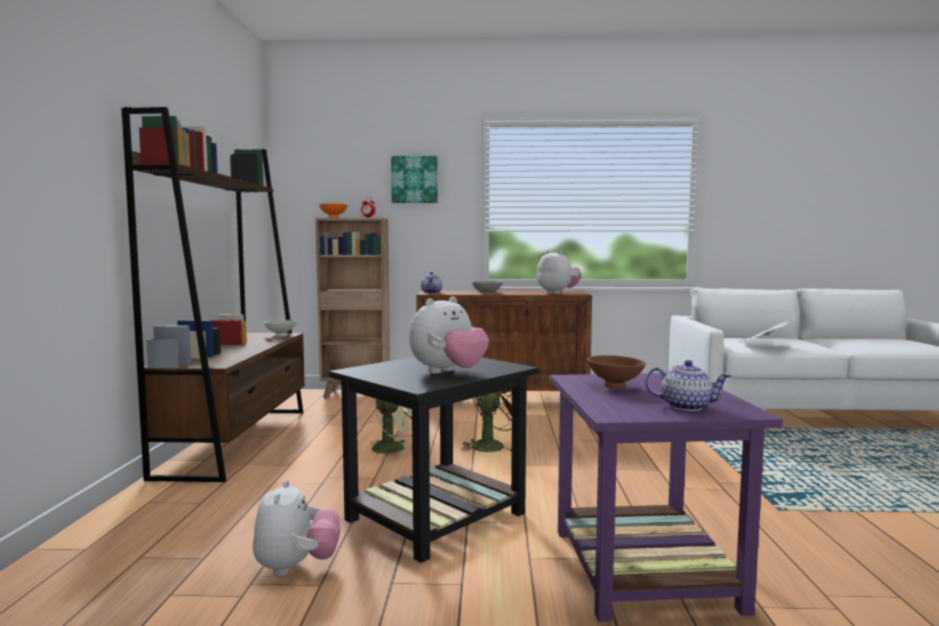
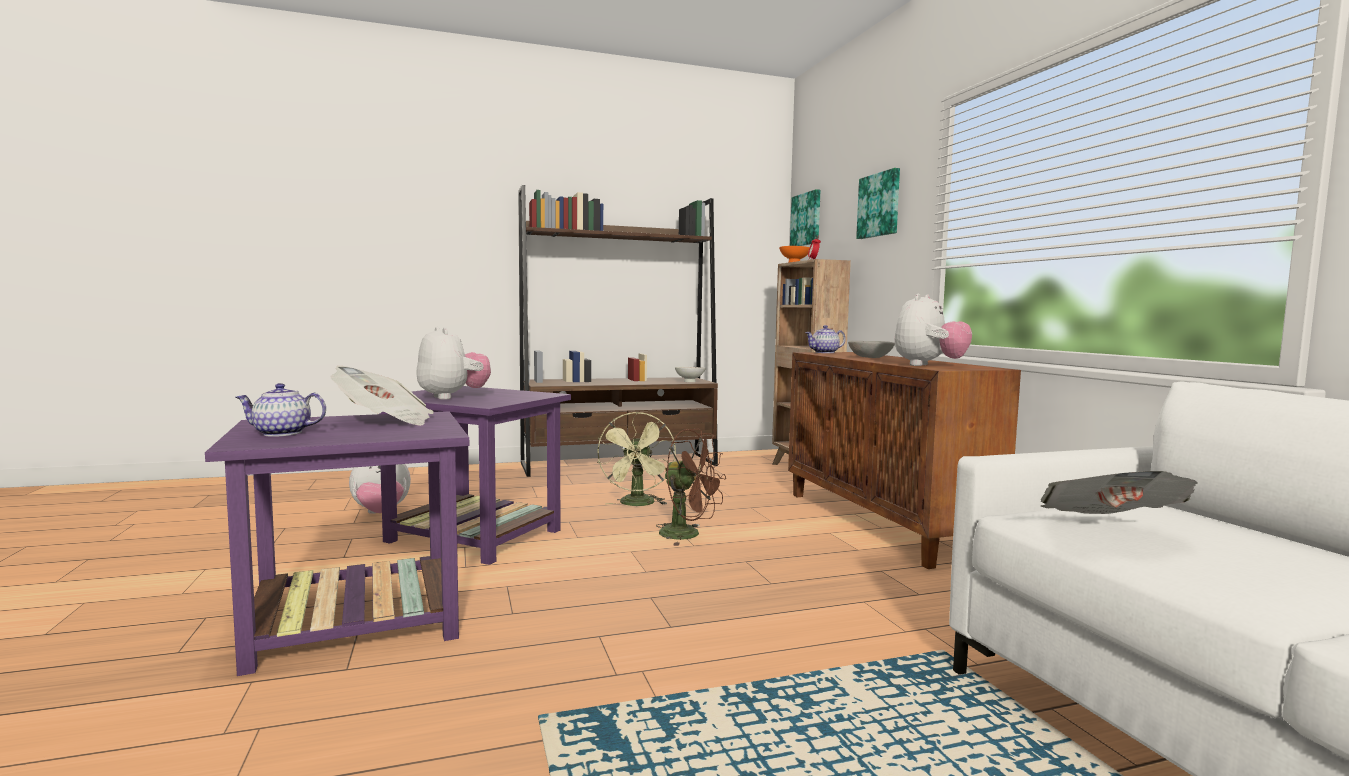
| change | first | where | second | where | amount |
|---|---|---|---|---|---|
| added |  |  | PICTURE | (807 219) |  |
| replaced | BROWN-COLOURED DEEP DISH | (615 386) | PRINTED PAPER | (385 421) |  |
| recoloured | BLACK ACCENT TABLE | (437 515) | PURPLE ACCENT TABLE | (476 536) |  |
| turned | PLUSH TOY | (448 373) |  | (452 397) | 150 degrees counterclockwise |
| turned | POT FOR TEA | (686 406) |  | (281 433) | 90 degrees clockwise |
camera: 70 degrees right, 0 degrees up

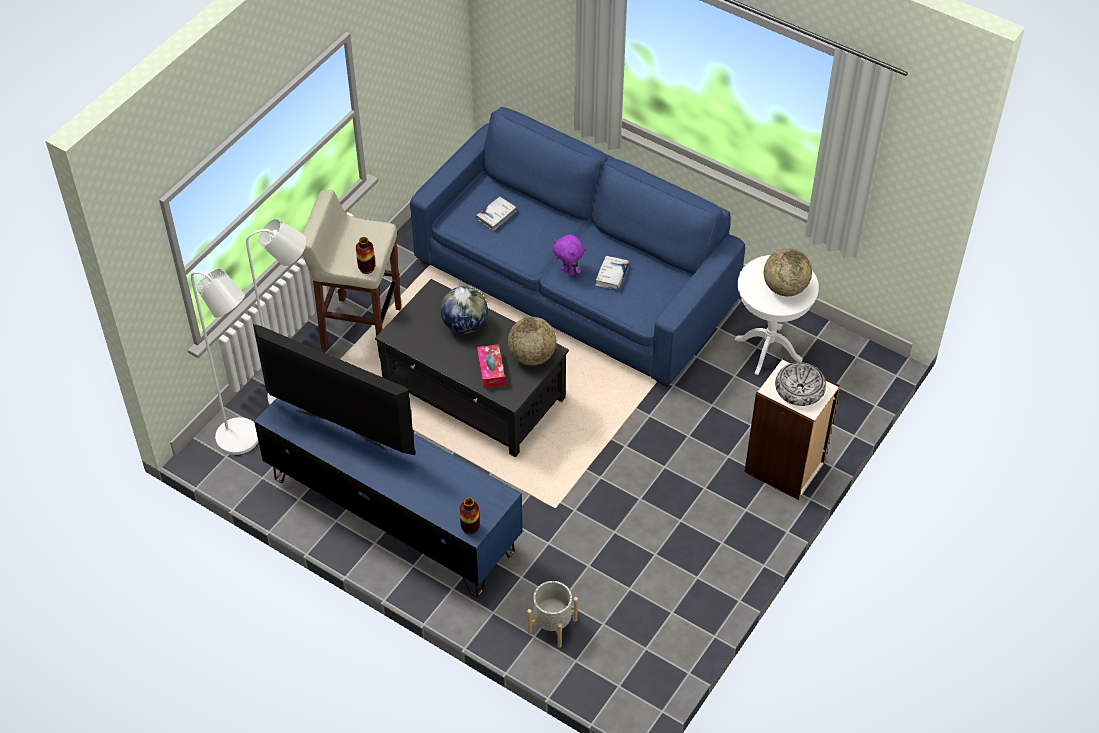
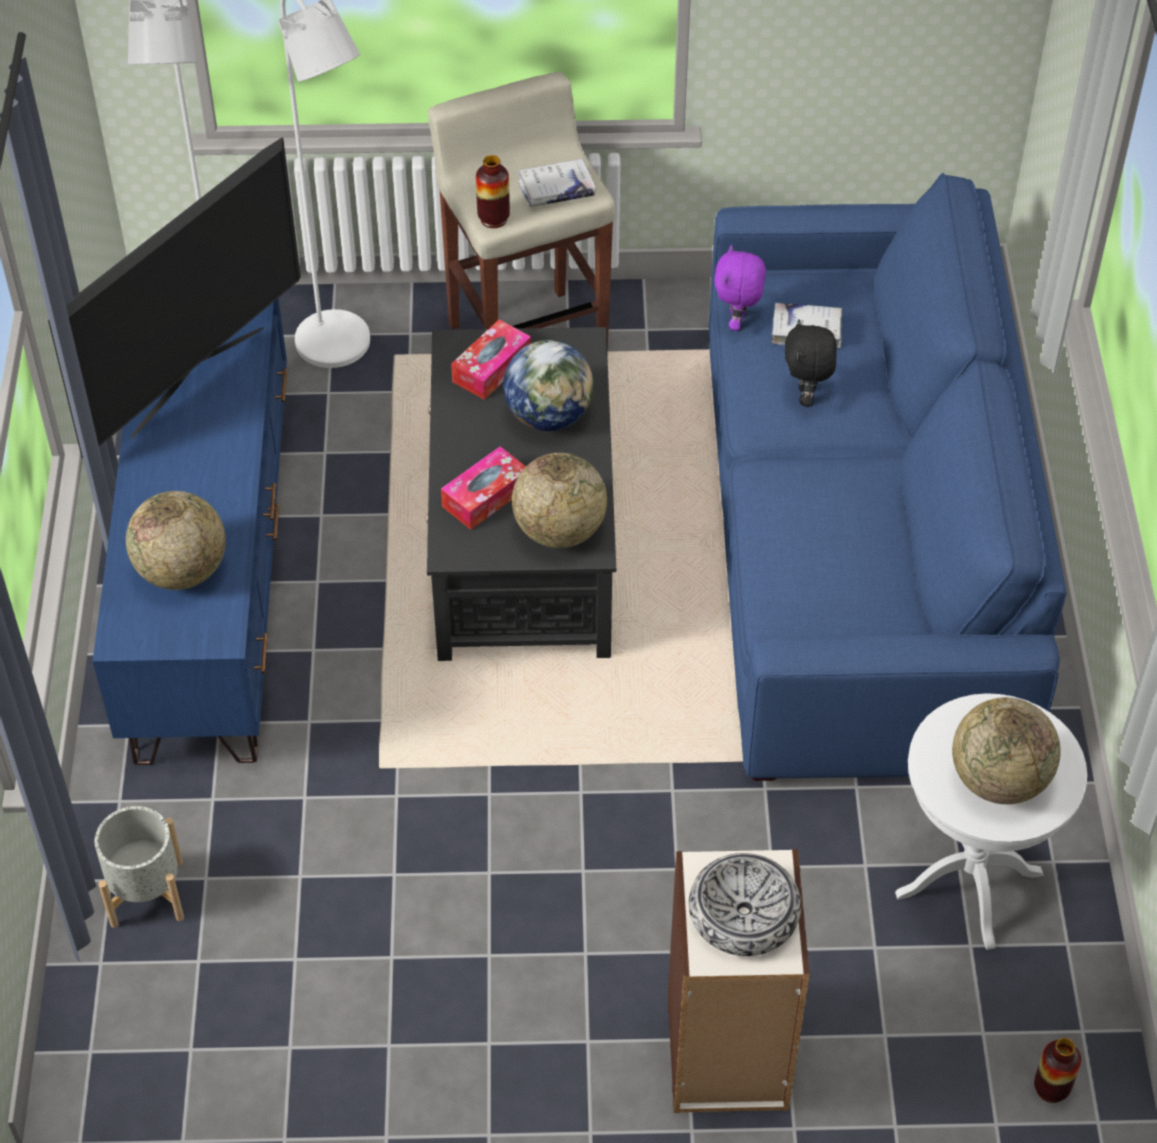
| change | first | where | second | where | amount |
|---|---|---|---|---|---|
| added |  |  | GLOBE | (182 571) |  |
| added |  |  | BOX OF TISSUES | (491 368) |  |
| added |  |  | BLACK PLUSH TOY | (806 397) |  |
| moved | FLOWER VASE | (470 527) |  | (1051 1088) |  |
| moved | PURPLE PLUSH TOY | (568 271) |  | (737 322) |  |
| moved | WHITE-COLOURED BOUND BOOK | (611 276) |  | (556 190) |  |
| turned | TELEVISION | (340 431) |  | (196 380) | 45 degrees clockwise |
camera: 55 degrees right, 0 degrees up

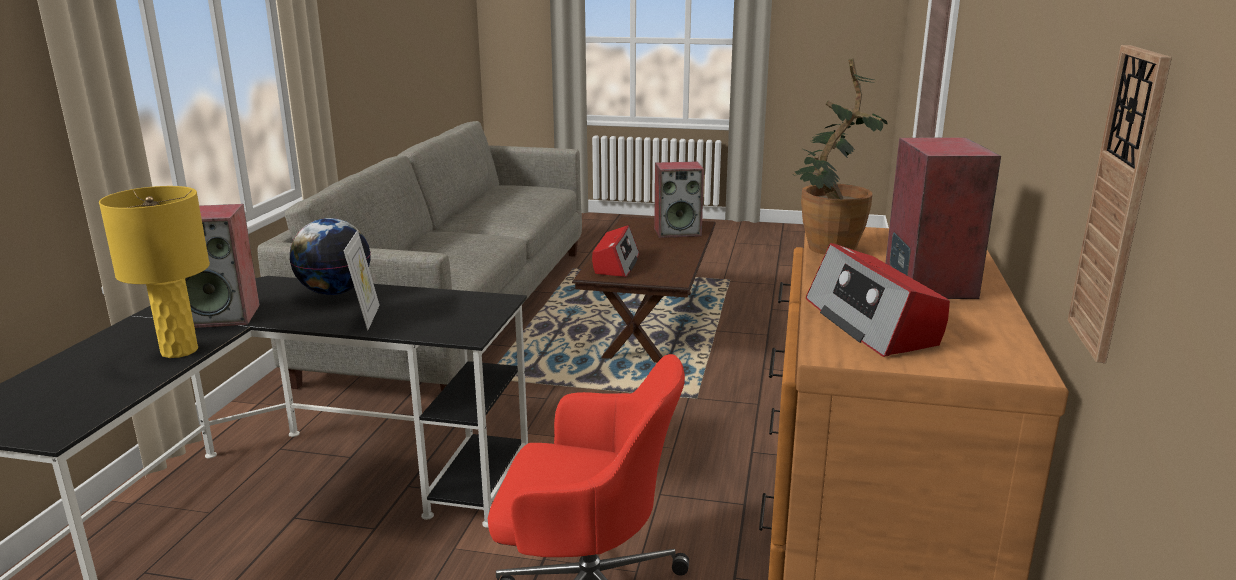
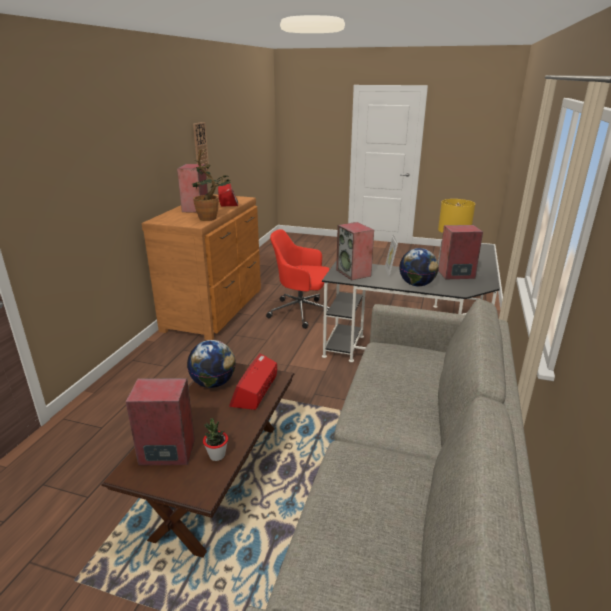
| change | first | where | second | where | amount |
|---|---|---|---|---|---|
| added |  |  | GLOBE | (213 383) |  |
| added |  |  | PLANT IN A POT | (217 455) |  |
| added |  |  | SPEAKER | (354 273) |  |
camera: 175 degrees left, 5 degrees up

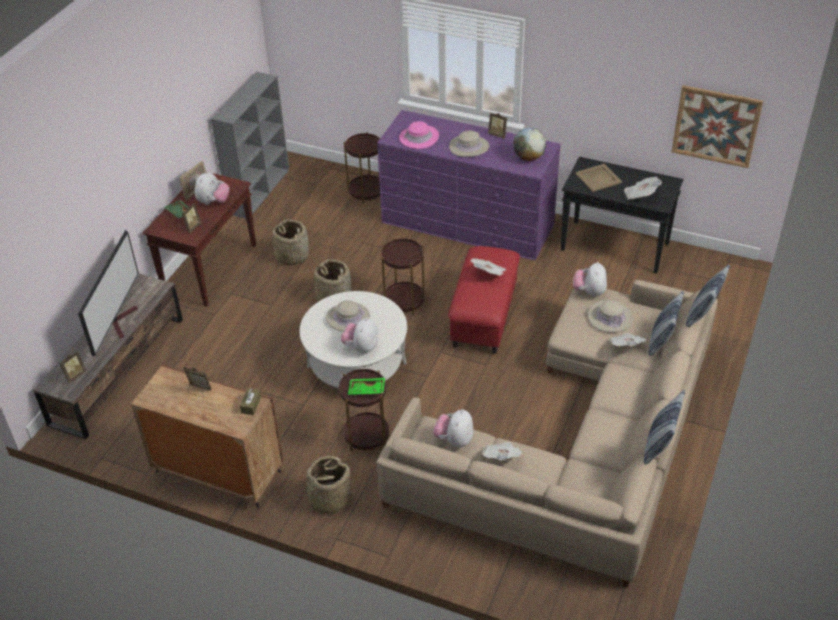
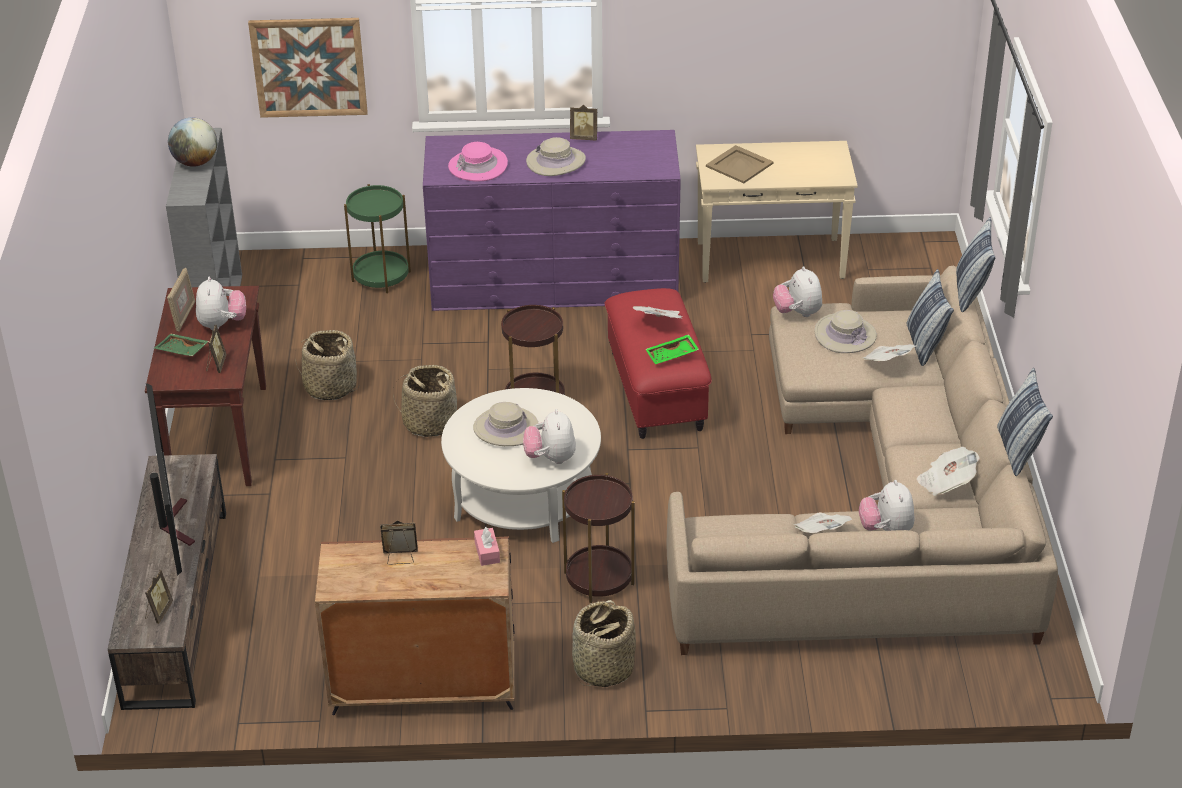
| change | first | where | second | where | amount |
|---|---|---|---|---|---|
| moved | GREEN CARRYING TRAY | (366 390) |  | (672 355) |  |
| moved | PLUSH TOY | (454 440) |  | (886 530) |  |
| moved | GLOBE | (528 157) |  | (195 162) |  |
| moved | PRINTED PAPER | (640 195) |  | (946 482) |  |
| moved | PICTURE | (716 126) |  | (309 67) |  |
| recoloured | BROWN-COLOURED BOX OF TISSUES | (251 405) | PINK BOX OF TISSUES | (487 552) |  |
| recoloured | BROWN-COLOURED ACCENT TABLE | (366 192) | GREEN ACCENT TABLE | (381 276) |  |
| recoloured | BLACK HALL TABLE | (615 247) | SAND-COLOURED HALL TABLE | (771 260) |  |
camera: 25 degrees left, 5 degrees down

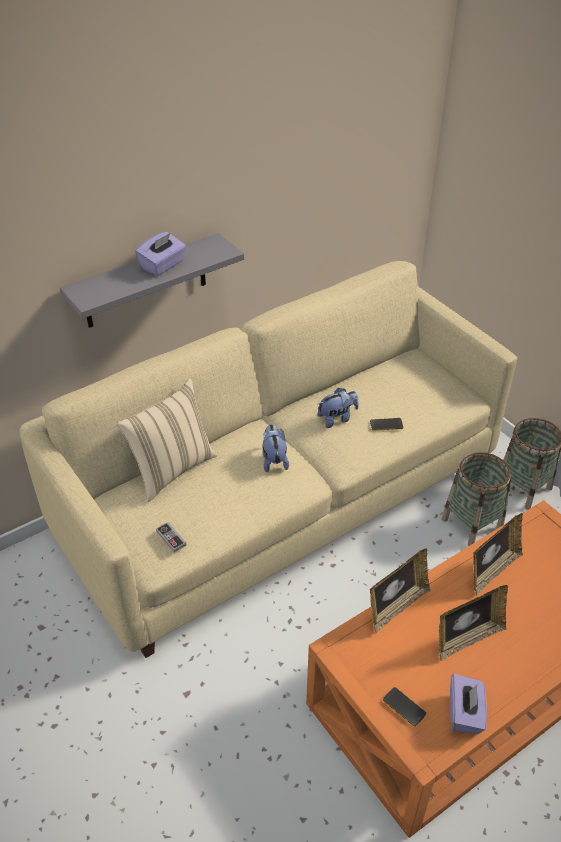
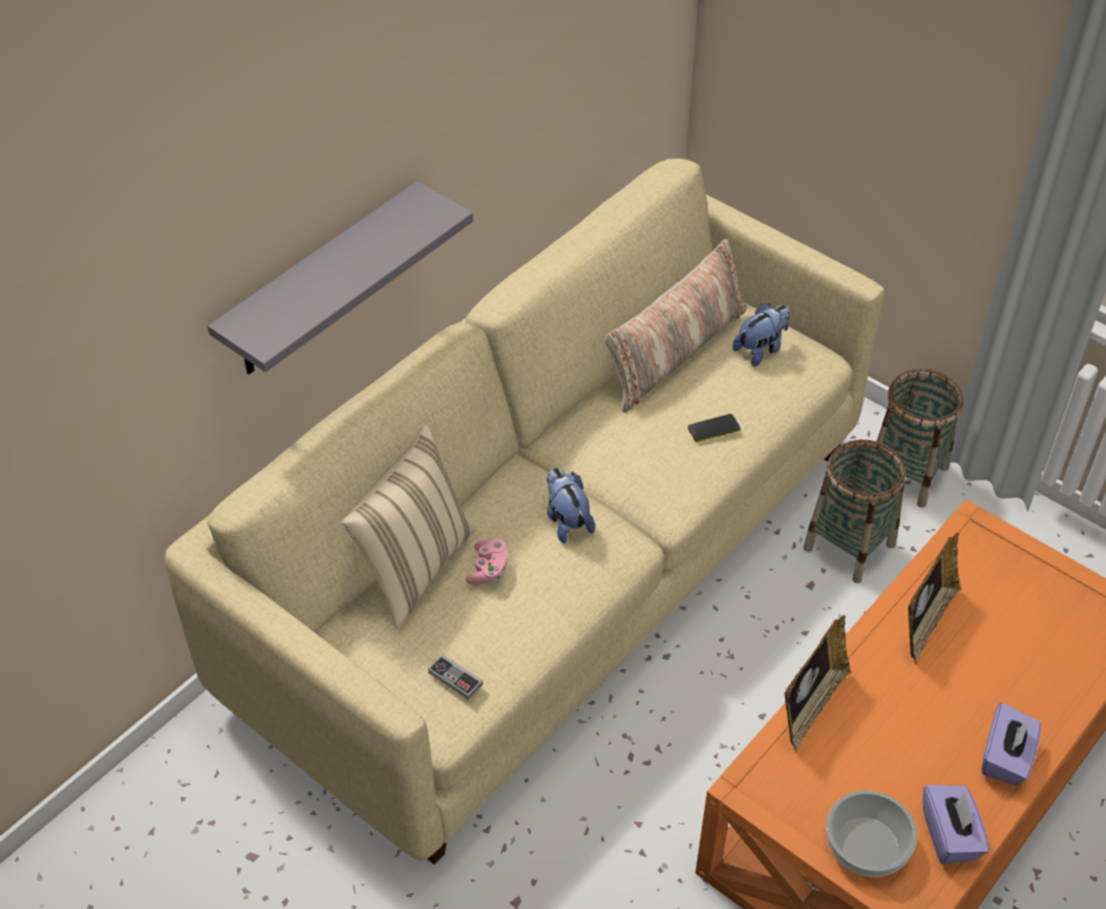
| change | first | where | second | where | amount |
|---|---|---|---|---|---|
| removed | PICTURE FRAME | (467 638) |  |  |  |
| added |  |  | PINK JOYPAD | (488 569) |  |
| added |  |  | CUSHION | (675 352) |  |
| moved | PURPLE BOX OF TISSUES | (163 265) |  | (1006 758) |  |
| moved | PLUSH TOY | (337 418) |  | (761 349) |  |
| replaced | TELEPHONE | (404 707) | DEEP DISH | (867 847) |  |
camera: 15 degrees left, 5 degrees up

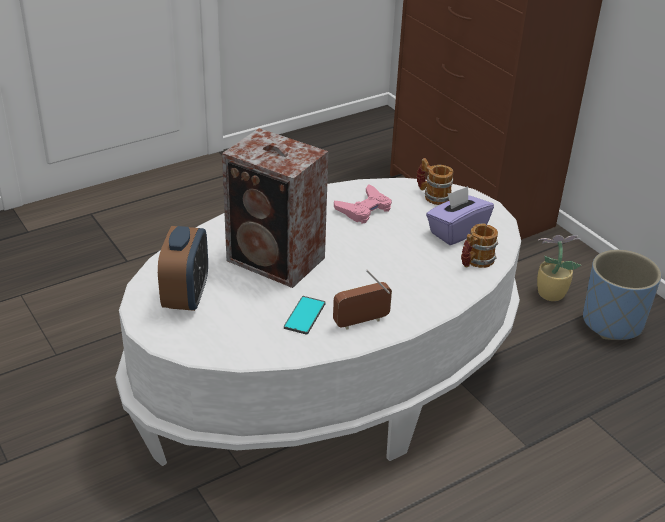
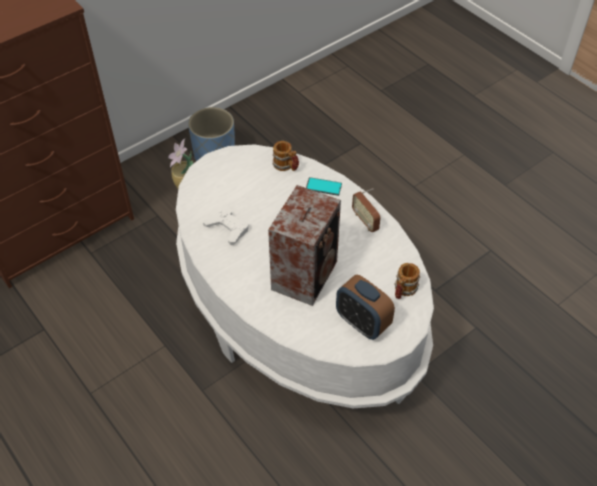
| change | first | where | second | where | amount |
|---|---|---|---|---|---|
| removed | PURPLE BOX OF TISSUES | (456 231) |  |  |  |
| moved | TELEPHONE | (304 315) |  | (323 187) |  |
| moved | COFFEE MUG | (432 195) |  | (403 291) |  |
| recoloured | PINK JOYPAD | (364 209) | WHITE-COLOURED JOYPAD | (228 228) |  |
| turned | BEDSIDE CLOCK | (186 297) |  | (362 323) | 135 degrees counterclockwise |
camera: 95 degrees left, 15 degrees up

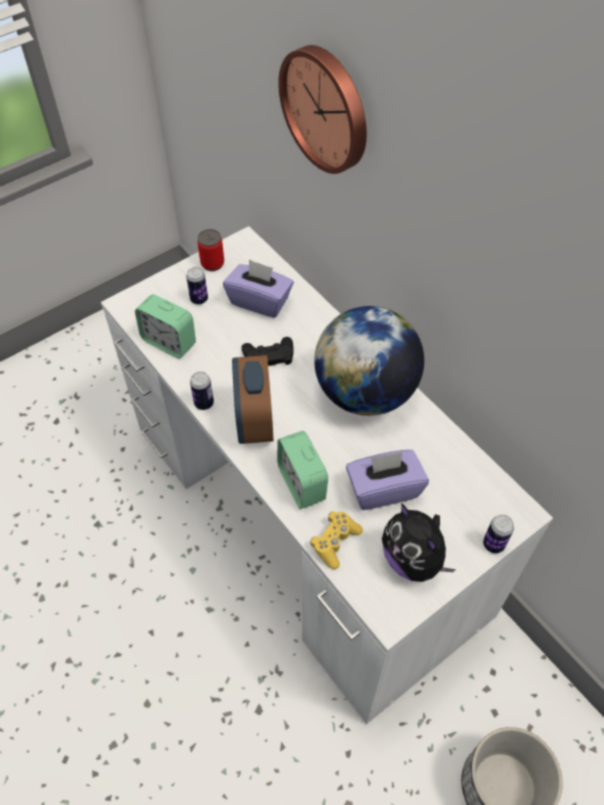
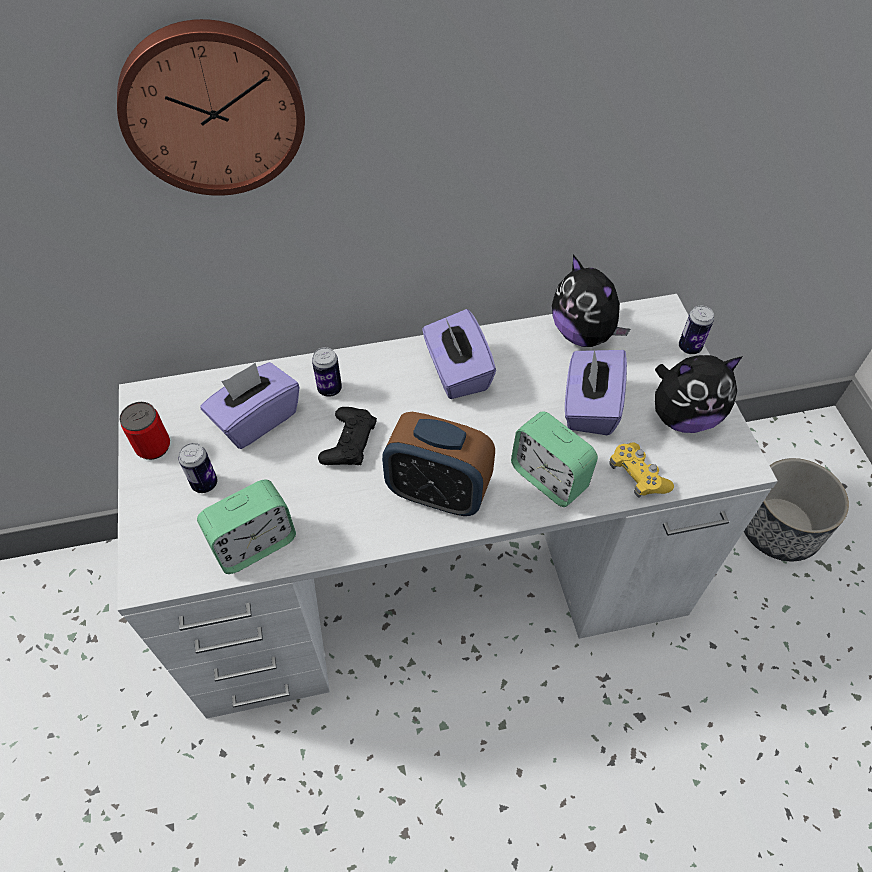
| change | first | where | second | where | amount |
|---|---|---|---|---|---|
| added |  |  | PLUSH TOY | (583 334) |  |
| moved | CAN | (204 403) |  | (329 389) |  |
| replaced | GLOBE | (365 392) | PURPLE BOX OF TISSUES | (456 372) |  |
| turned | BEDSIDE CLOCK | (302 483) |  | (549 478) | 45 degrees clockwise |
camera: 65 degrees left, 0 degrees up

